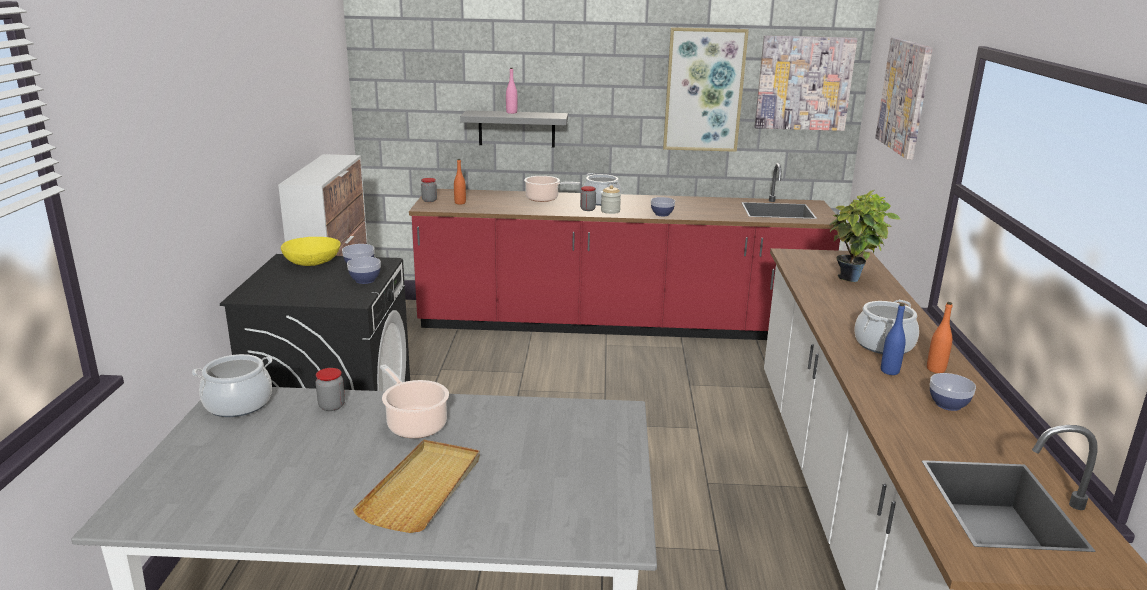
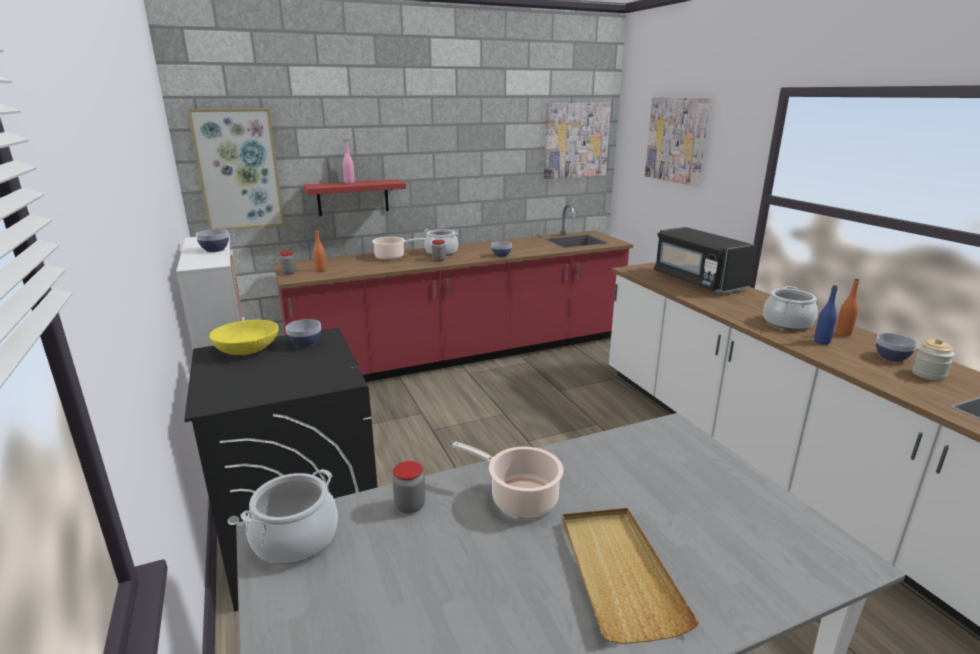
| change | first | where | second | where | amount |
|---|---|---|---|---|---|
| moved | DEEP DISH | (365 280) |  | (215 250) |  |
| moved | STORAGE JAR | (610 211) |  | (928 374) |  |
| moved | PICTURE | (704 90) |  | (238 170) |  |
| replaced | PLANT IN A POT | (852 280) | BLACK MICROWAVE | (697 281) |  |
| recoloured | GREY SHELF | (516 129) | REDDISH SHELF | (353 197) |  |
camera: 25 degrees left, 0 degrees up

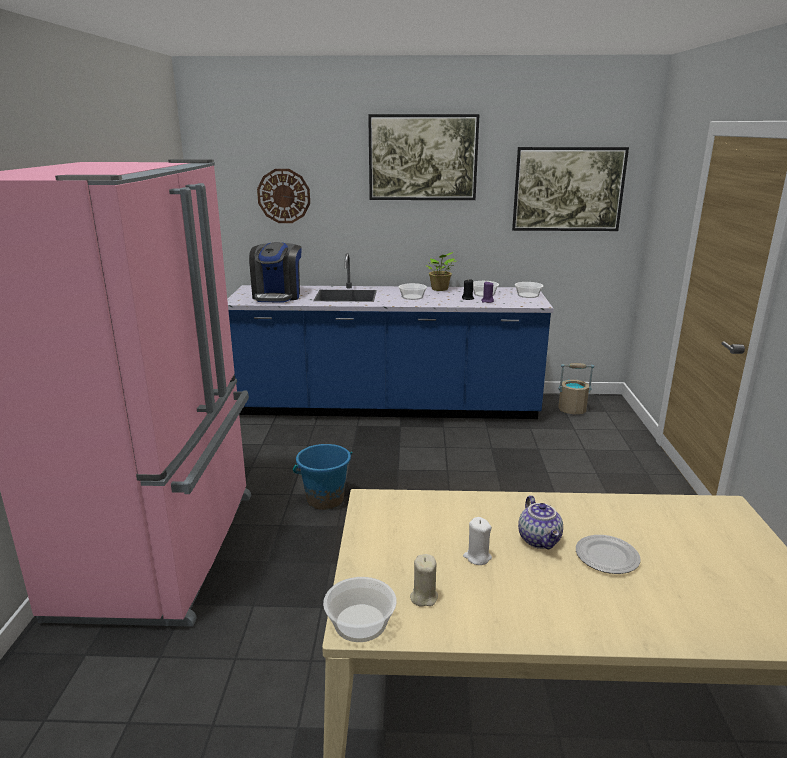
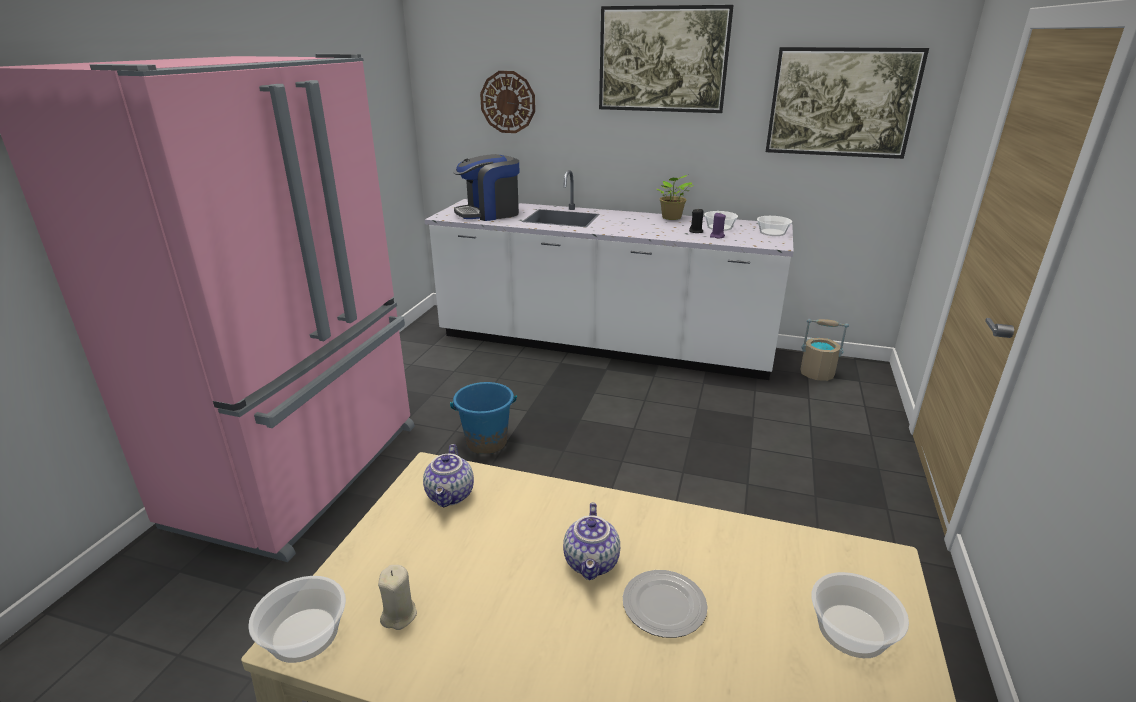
| change | first | where | second | where | amount |
|---|---|---|---|---|---|
| removed | WHITE-COLOURED CANDLE | (477 557) |  |  |  |
| added |  |  | POT FOR TEA | (451 495) |  |
| moved | DEEP DISH | (412 297) |  | (851 629) |  |
| recoloured | BLUE-COLOURED COUNTER | (387 407) | WHITE-COLOURED COUNTER | (602 345) |  |
| turned | COFFEE MACHINE | (277 296) |  | (489 213) | 45 degrees clockwise |
camera: 15 degrees right, 5 degrees up

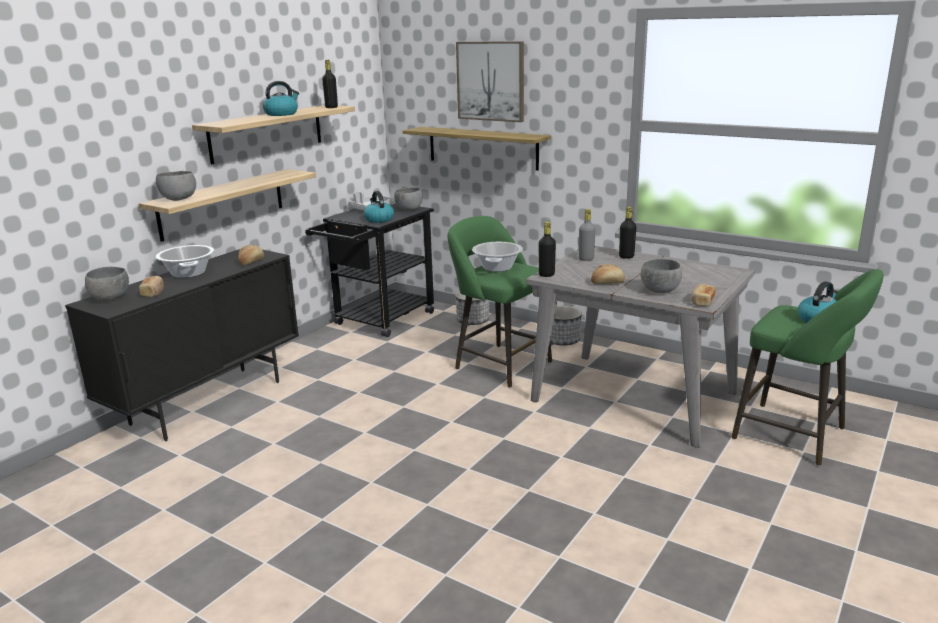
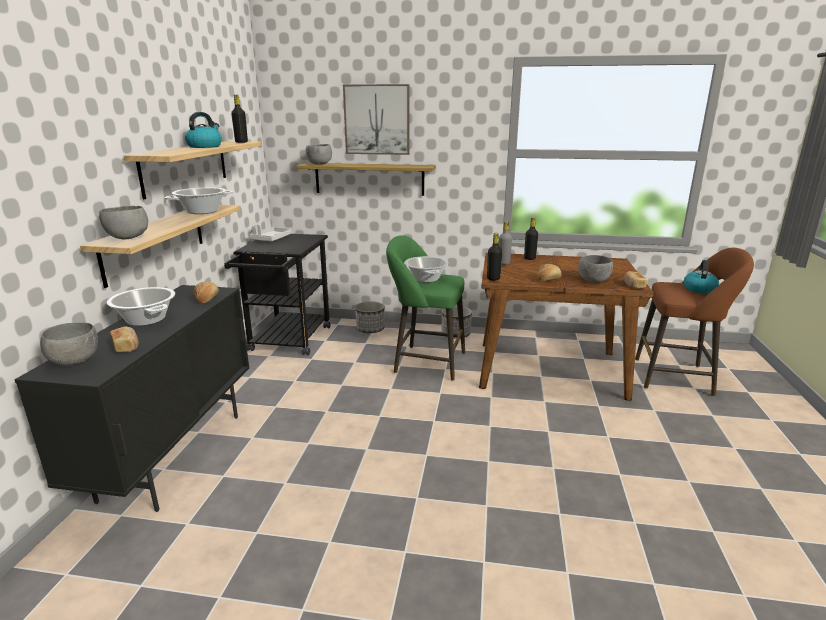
| change | first | where | second | where | amount |
|---|---|---|---|---|---|
| removed | KETTLE | (378 219) |  |  |  |
| added |  |  | SAUCEPOT | (202 211) |  |
| moved | GREY DEEP DISH | (409 209) |  | (319 164) |  |
| recoloured | GREY KITCHEN TABLE | (632 396) | BROWN-COLOURED KITCHEN TABLE | (548 369) |  |
| recoloured | GREEN STOOL SEAT | (795 436) | BROWN-COLOURED STOOL SEAT | (678 377) |  |
camera: 25 degrees left, 0 degrees up

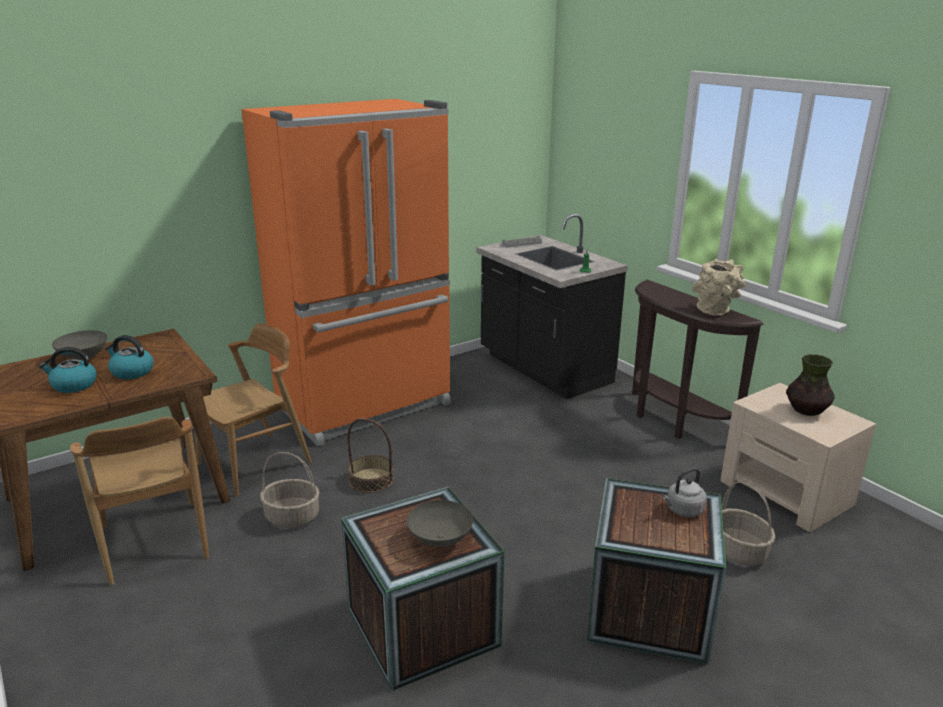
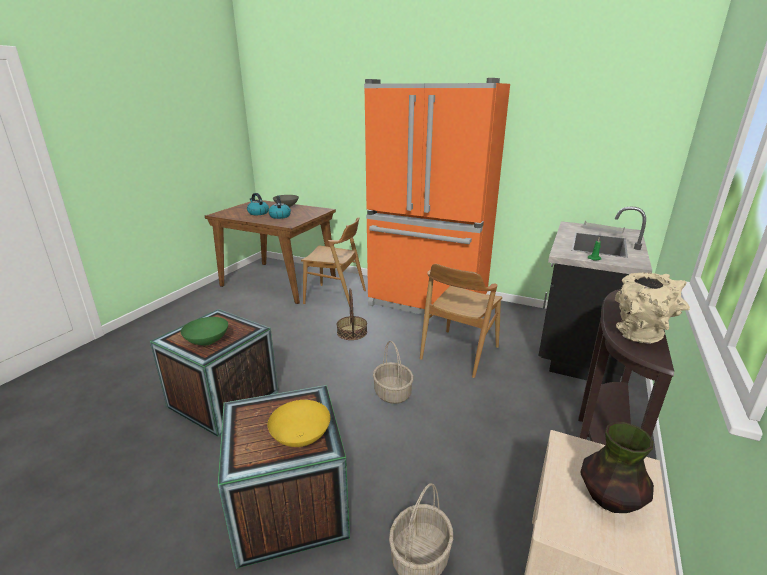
| change | first | where | second | where | amount |
|---|---|---|---|---|---|
| moved | BROWN-COLOURED PLAIN CHAIR | (154 542) |  | (459 353) |  |
| moved | HOUSEHOLD BASKET | (291 517) |  | (392 393) |  |
| replaced | GREY KETTLE | (683 510) | YELLOWISH DEEP DISH | (300 437) |  |
| recoloured | GREY DEEP DISH | (439 540) | GREEN DEEP DISH | (206 341) |  |
camera: 60 degrees right, 0 degrees up

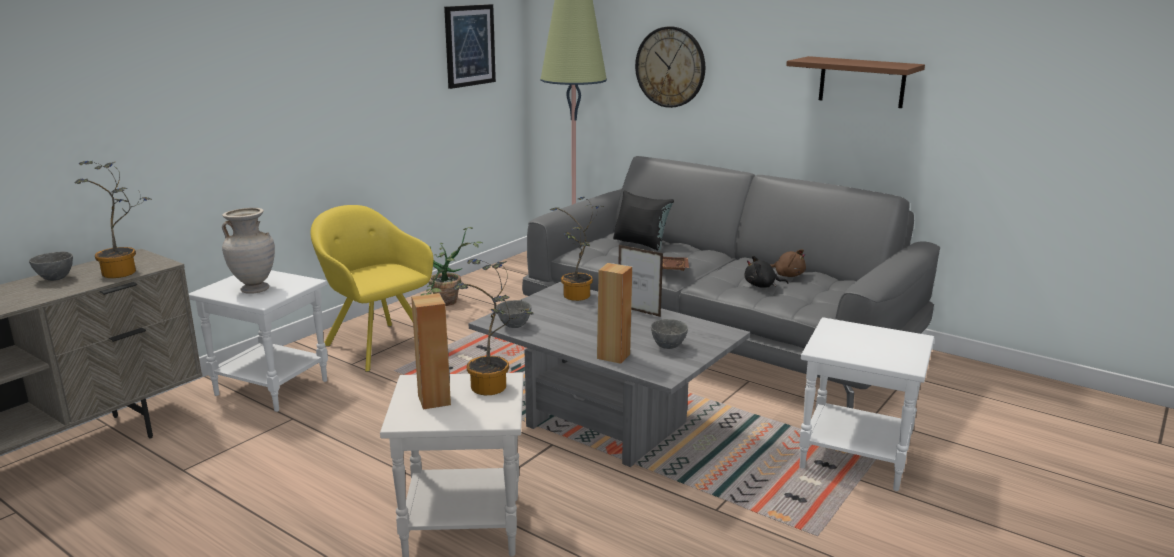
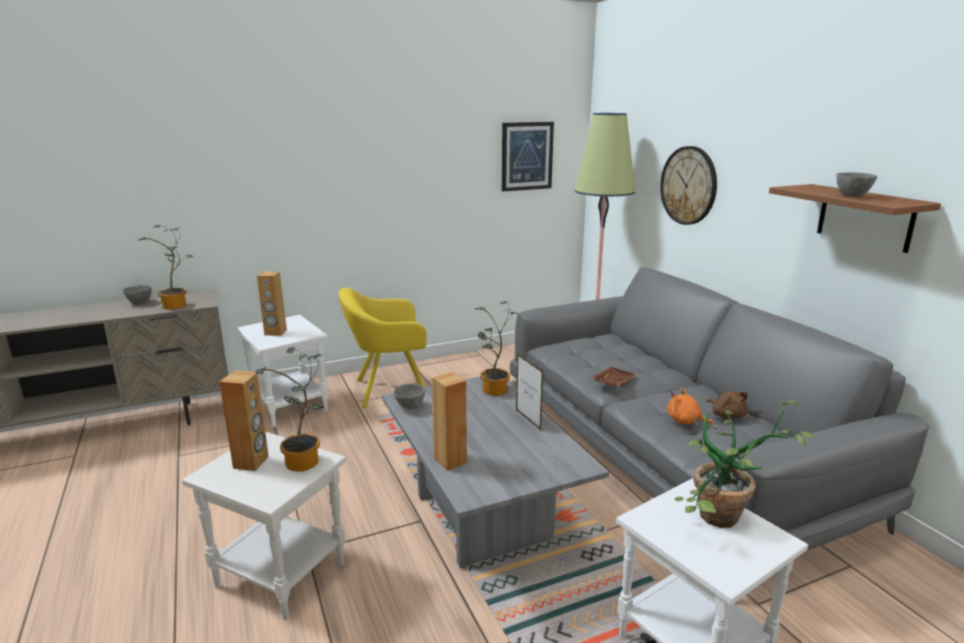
| change | first | where | second | where | amount |
|---|---|---|---|---|---|
| removed | BLACK CUSHION | (641 243) |  |  |  |
| moved | PLANT IN A POT | (448 304) |  | (722 523) |  |
| moved | GREY DEEP DISH | (669 346) |  | (852 196) |  |
| replaced | SAND-COLOURED FLOWER VASE | (254 289) | BROWN-COLOURED SPEAKER | (275 332) |  |
| recoloured | BLACK PLUSH TOY | (762 286) | ORANGE-COLOURED PLUSH TOY | (685 421) |  |
| turned | YELLOWISH LOUNGE CHAIR | (376 344) |  | (388 390) | 90 degrees counterclockwise |
camera: 30 degrees right, 0 degrees up

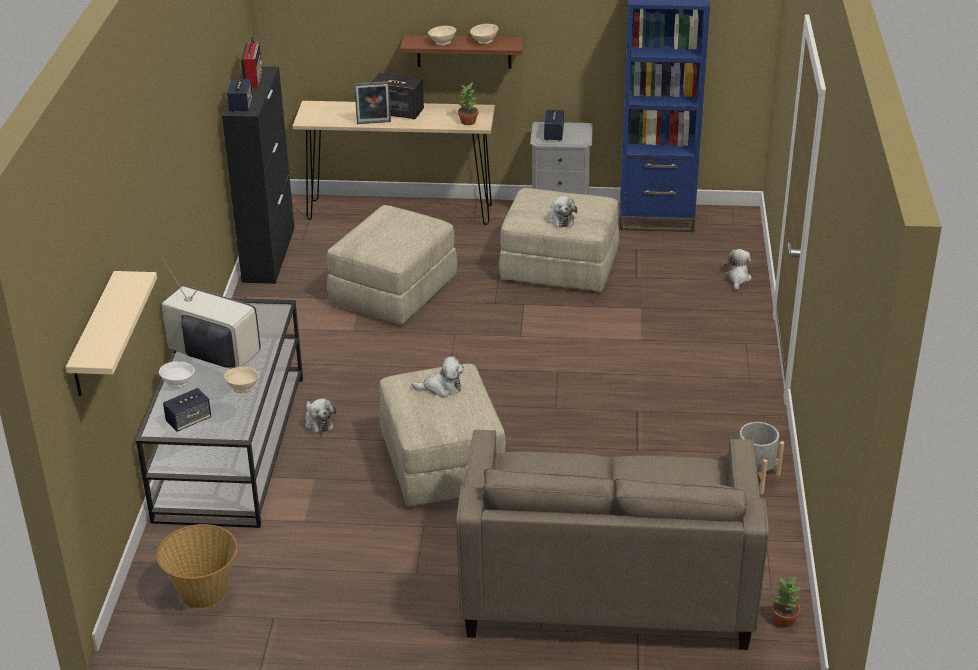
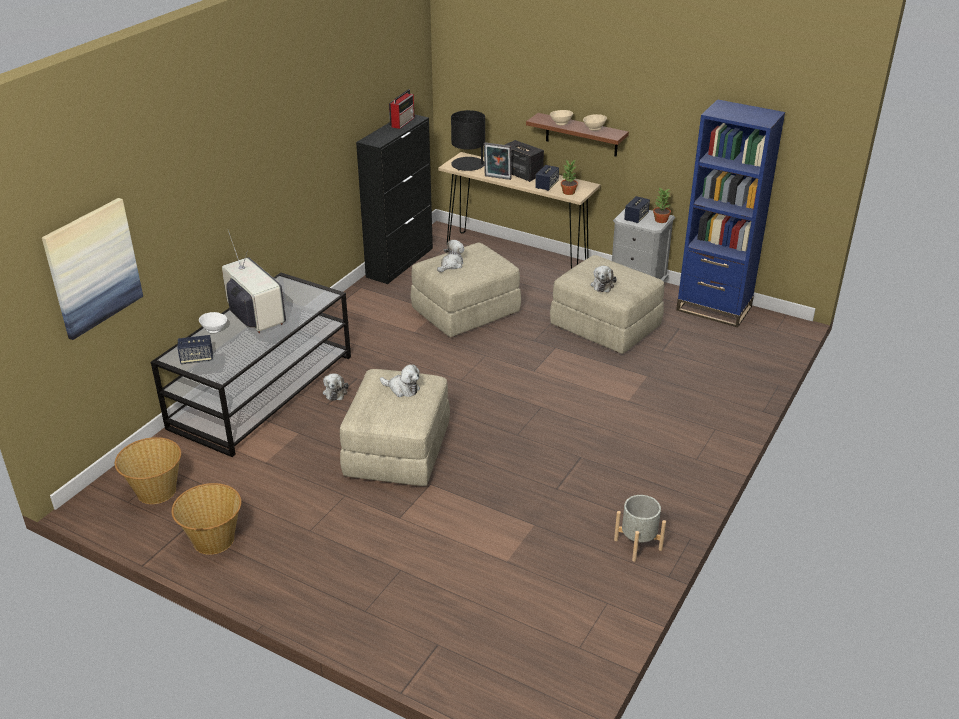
| change | first | where | second | where | amount |
|---|---|---|---|---|---|
| removed | SAND-COLOURED DEEP DISH | (243 388) |  |  |  |
| removed | SAND-COLOURED SETTEE | (606 582) |  |  |  |
| added |  |  | HOUSEHOLD BASKET | (213 540) |  |
| added |  |  | BLACK TABLE LAMP | (468 165) |  |
| moved | SPEAKER | (241 105) |  | (546 185) |  |
| moved | PLUSH TOY | (737 279) |  | (451 265) |  |
| moved | PLANT IN A POT | (783 620) |  | (660 220) |  |
| replaced | SAND-COLOURED SHELF | (94 336) | PICTURE | (93 267) |  |
camera: 25 degrees right, 0 degrees up

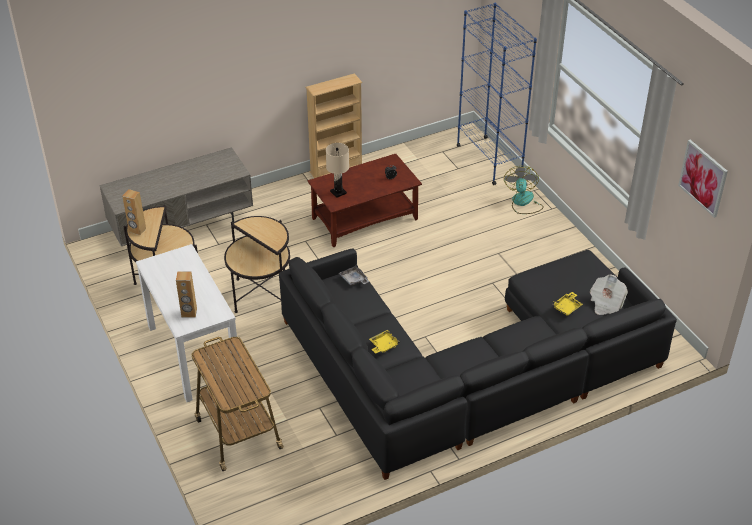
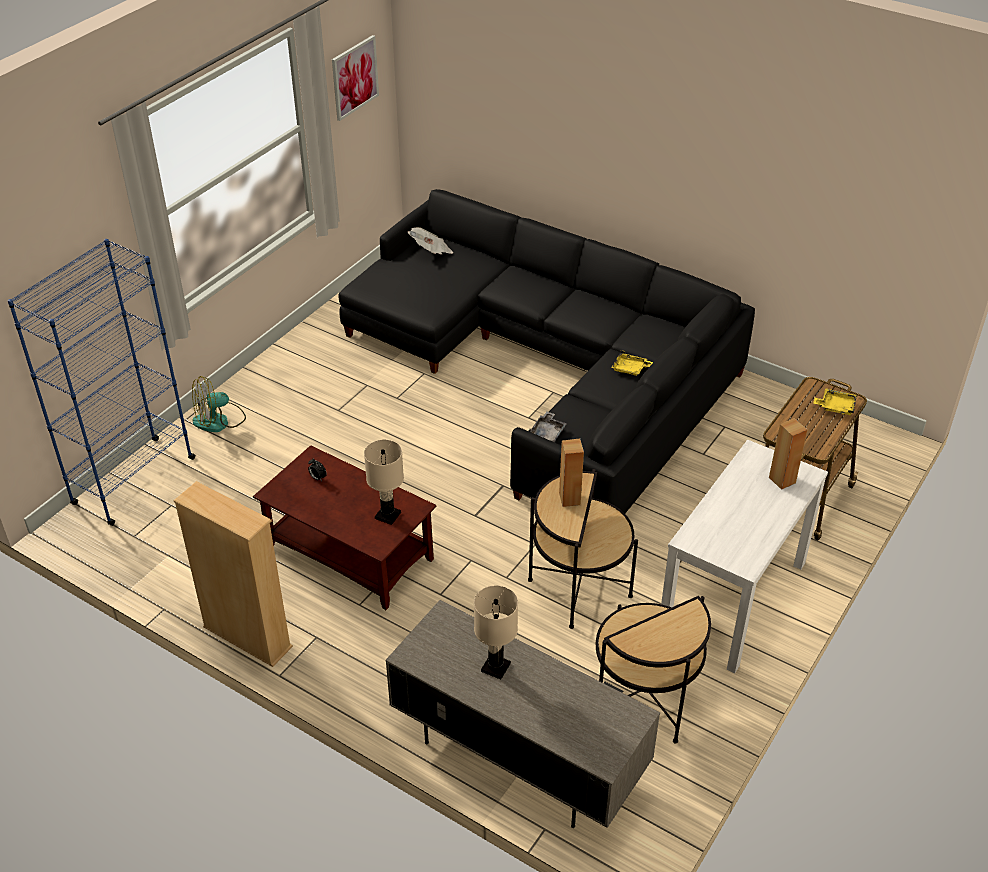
| change | first | where | second | where | amount |
|---|---|---|---|---|---|
| added |  |  | SAND-COLOURED TABLE LAMP | (496 667) |  |
| moved | BROWN-COLOURED SPEAKER | (137 230) |  | (570 498) |  |
| moved | YELLOWISH CARRYING TRAY | (567 307) |  | (835 406) |  |
camera: 120 degrees left, 0 degrees up

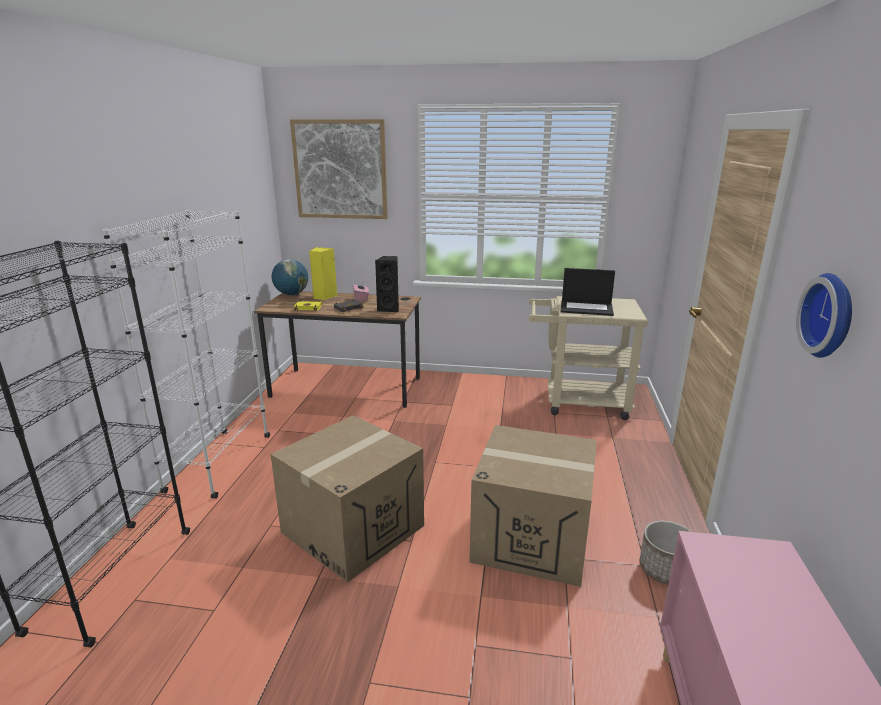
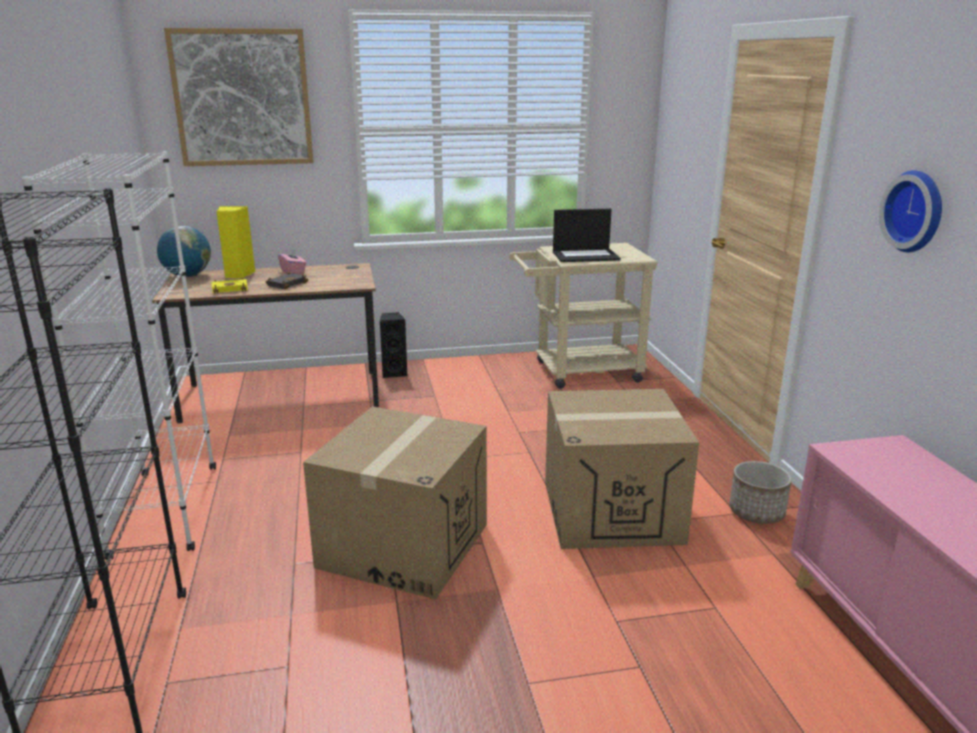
| change | first | where | second | where | amount |
|---|---|---|---|---|---|
| moved | BLACK SPEAKER | (390 309) |  | (394 373) |  |
camera: 20 degrees left, 0 degrees up

